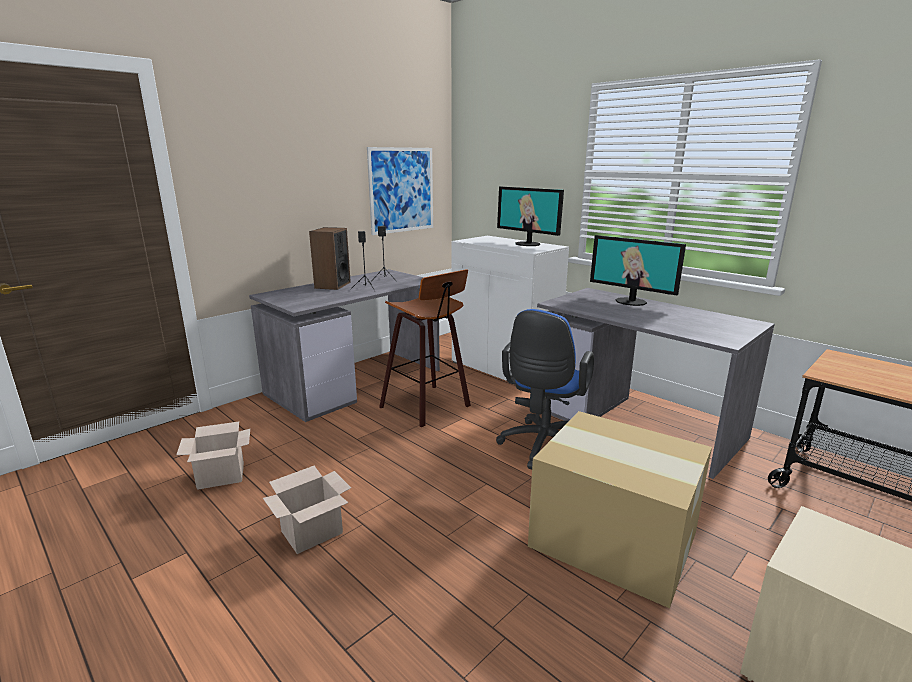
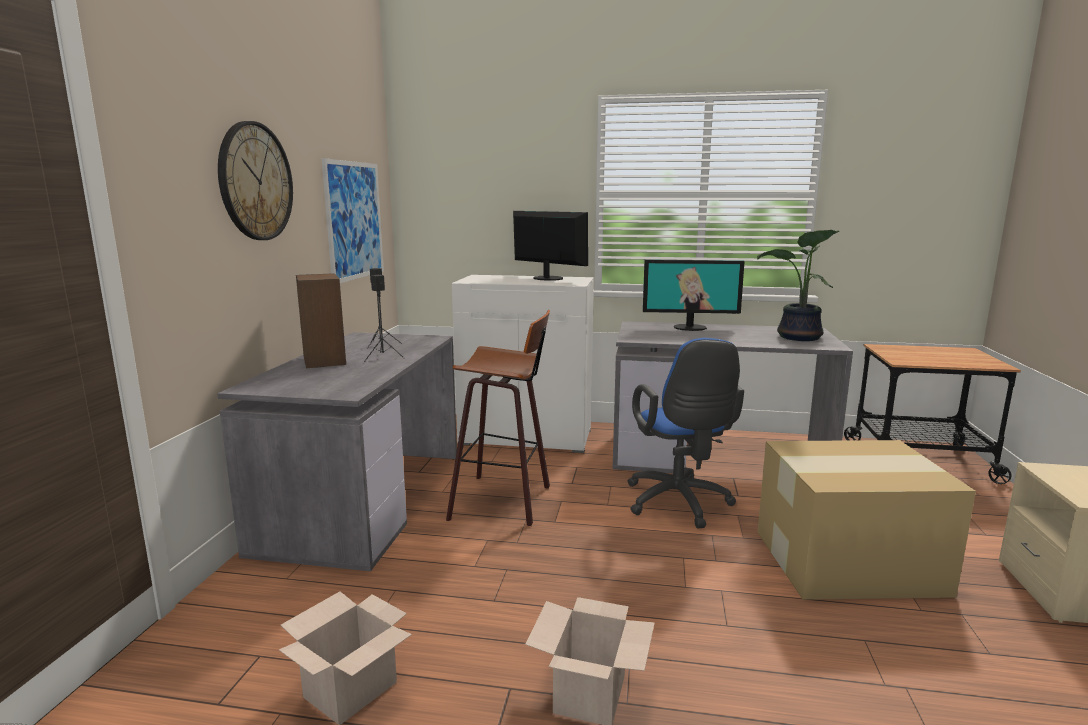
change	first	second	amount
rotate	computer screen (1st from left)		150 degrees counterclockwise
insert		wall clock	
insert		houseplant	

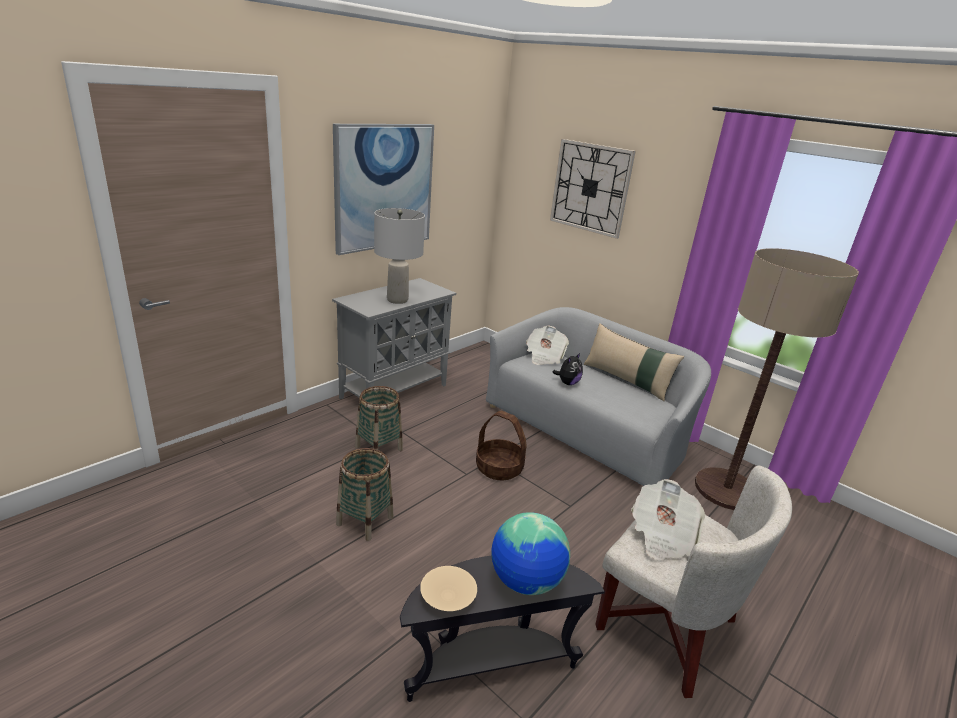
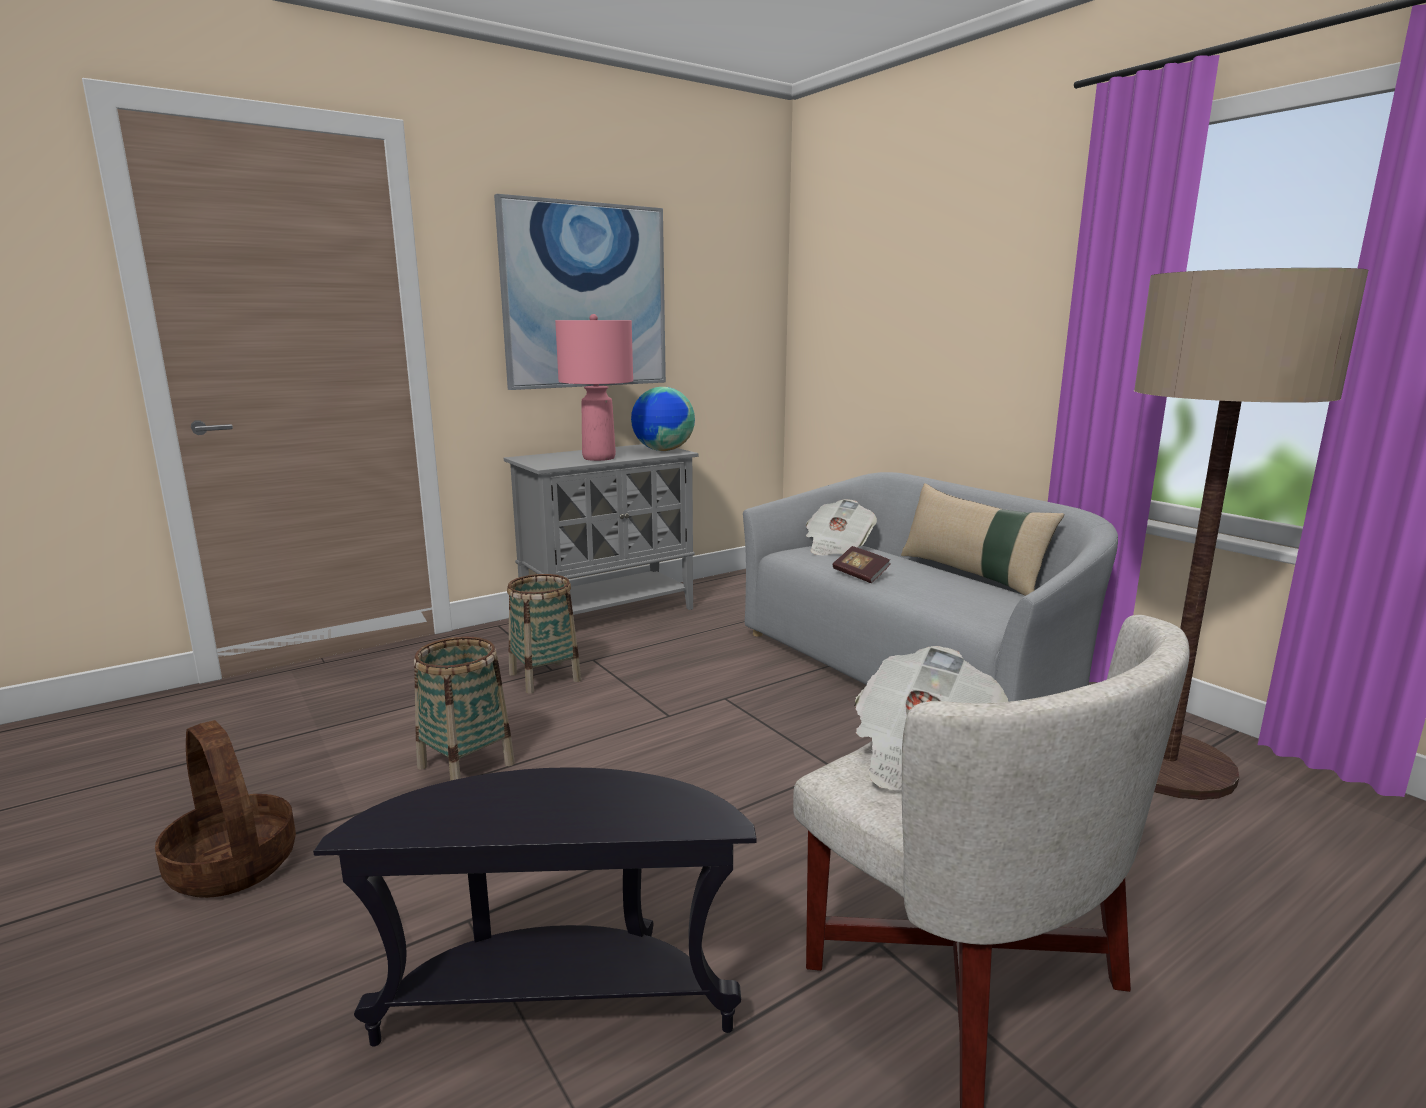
change	first	second	amount
recolor	greyish lamp for a table	pinkish lamp for a table	
delete	sand-coloured deep dish		
move	basket (3rd from left in the first image)	basket (1st from left)	
move	desk globe		
delete	wall clock		
replace	cuddly toy	bound book	

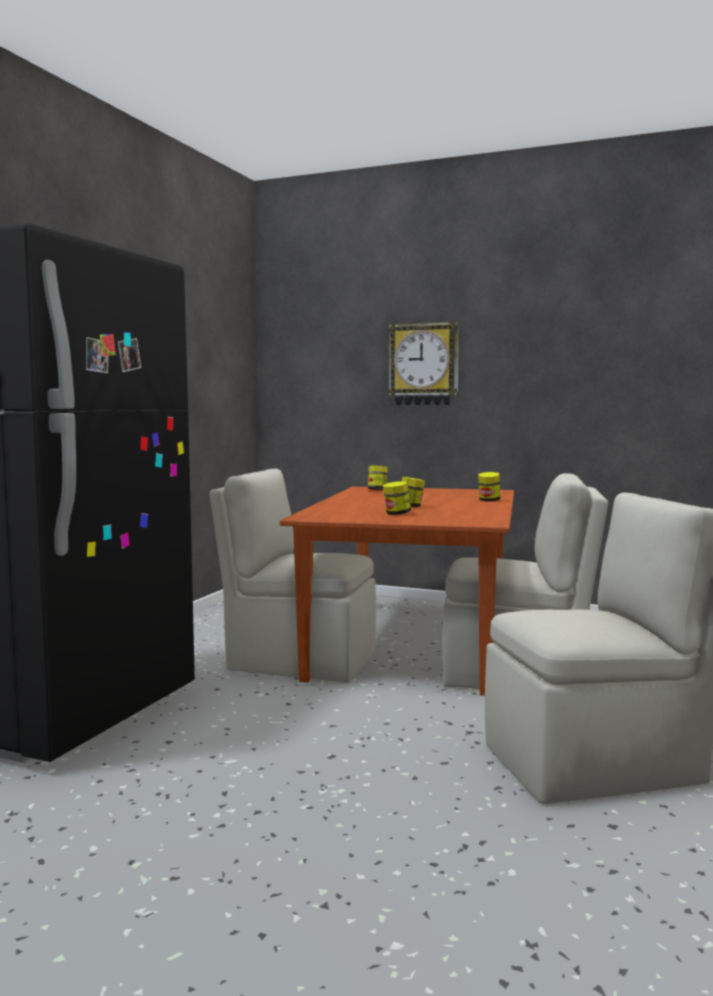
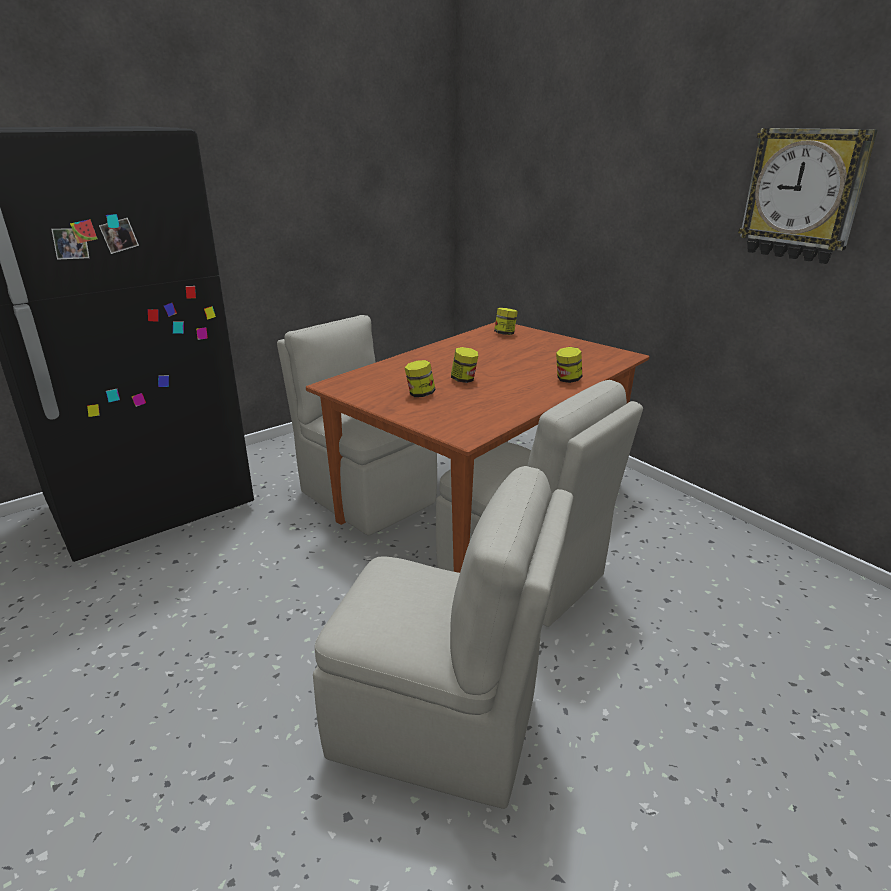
change	first	second	amount
move	wall clock		

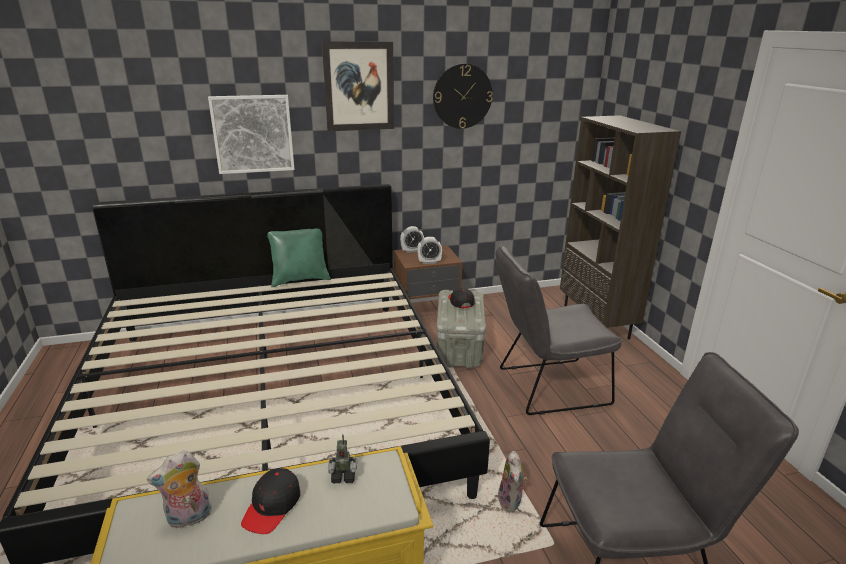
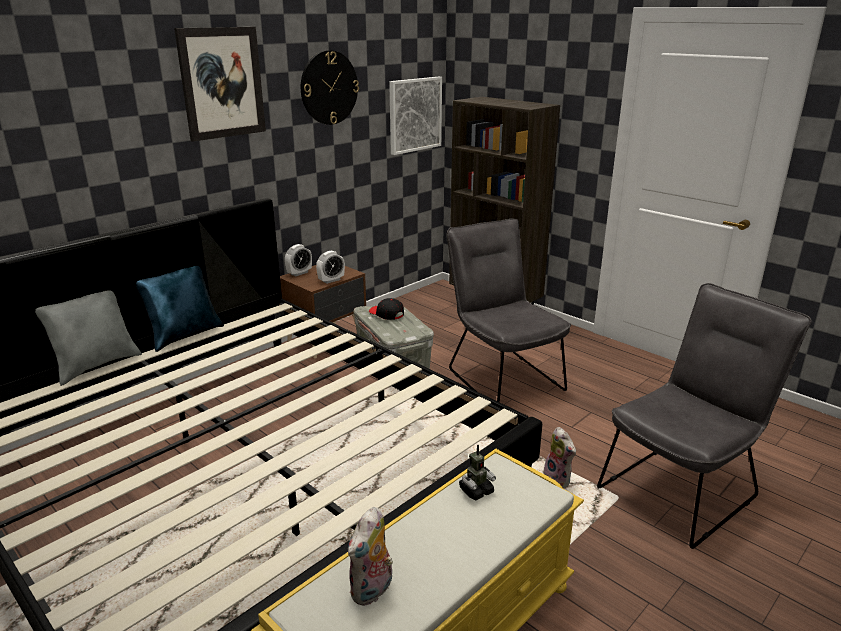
change	first	second	amount
move	wall picture (1st from left in the first image)	wall picture (2nd from left)	
delete	black cap (1st from left)		
recolor	greenish pillow	blue-coloured pillow	
rotate	greyish chair (1st from left)		105 degrees clockwise
insert		greyish pillow	

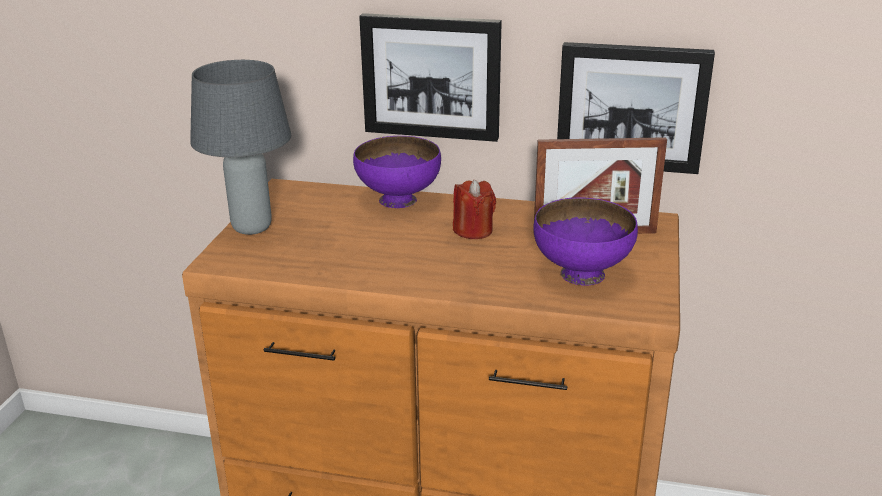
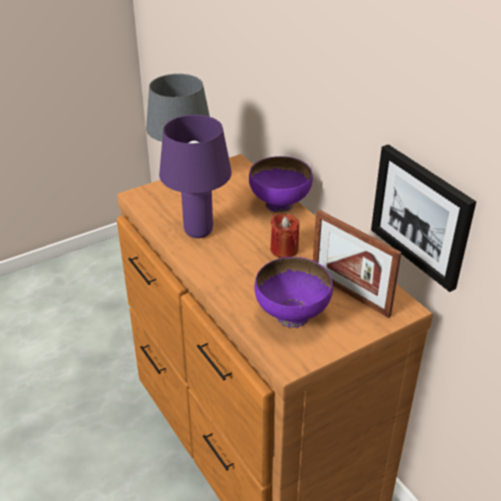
change	first	second	amount
delete	wall picture (1st from left)		
insert		purple-coloured lamp for a table	

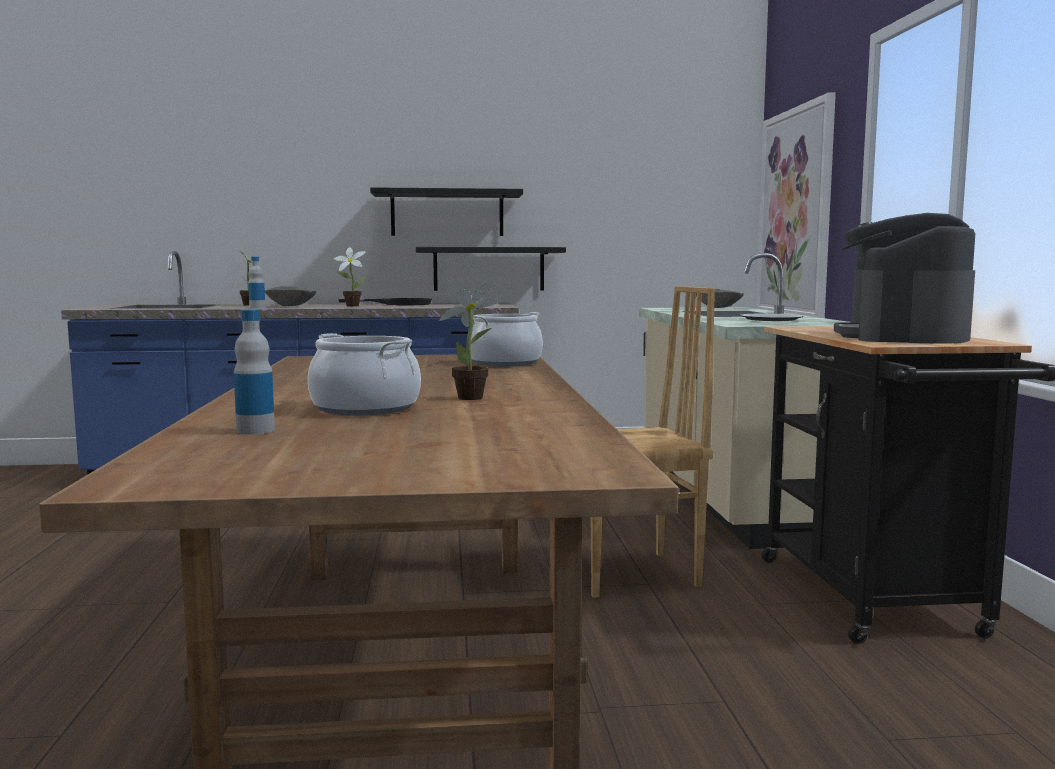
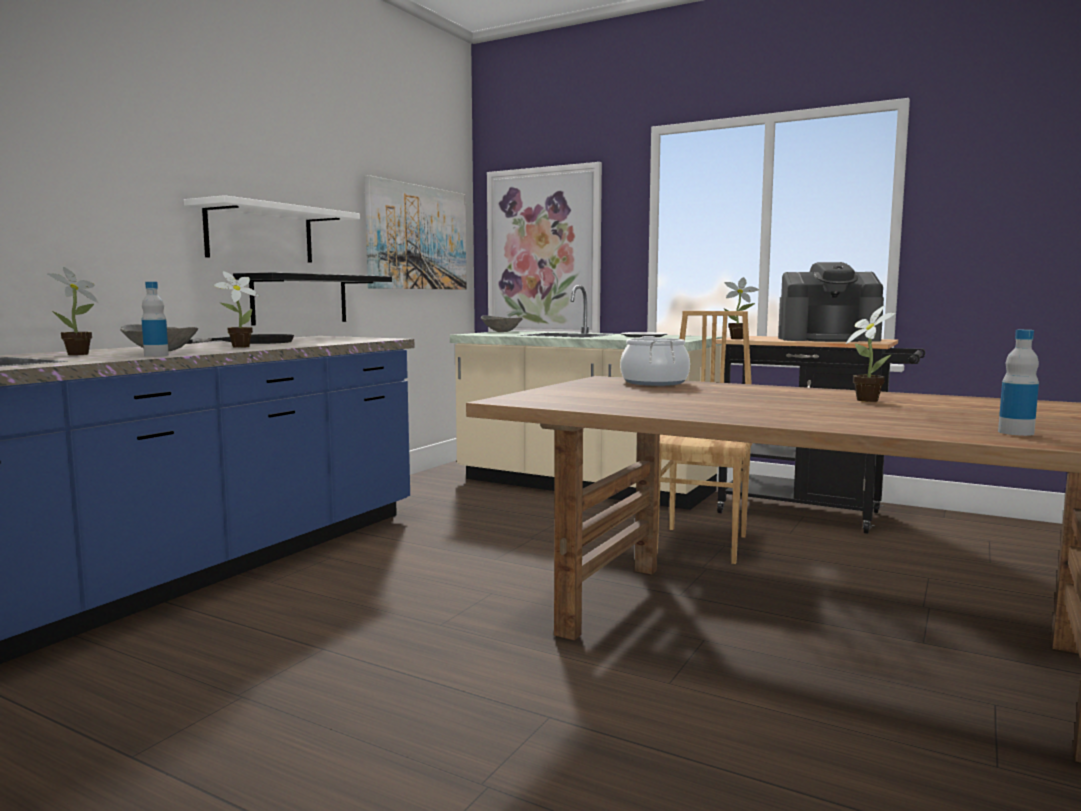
change	first	second	amount
delete	saucepot (1st from left)		
recolor	black shelf (1st from left)	whitish shelf	
rotate	coffee maker		45 degrees counterclockwise
insert		wall picture (1st from left)	
insert		houseplant (3rd from left)	

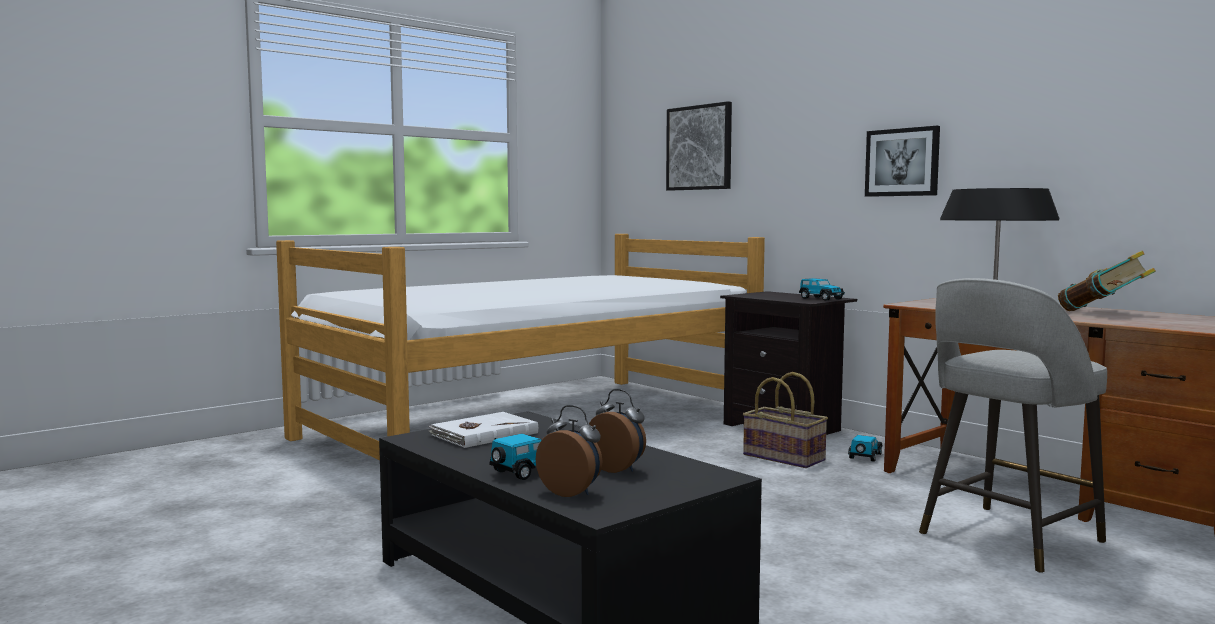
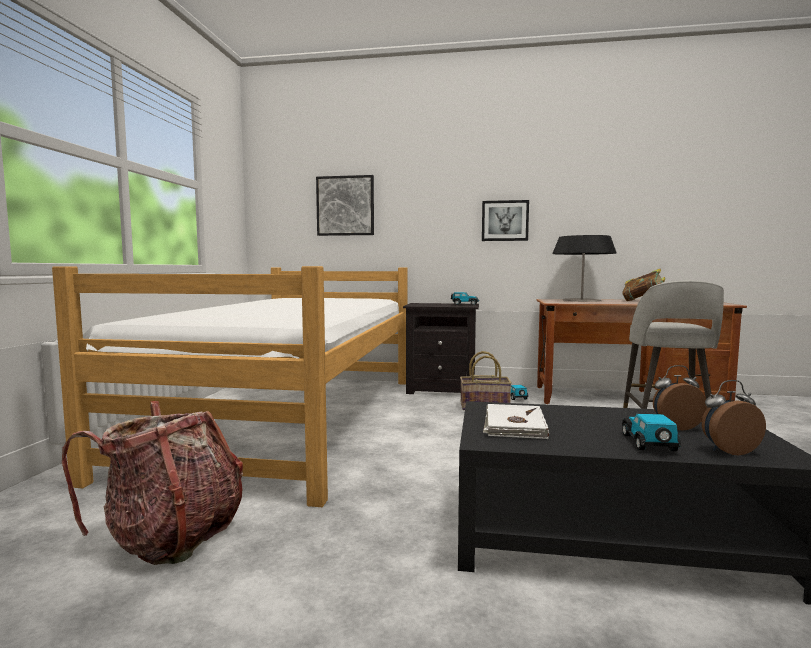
change	first	second	amount
insert		knapsack	

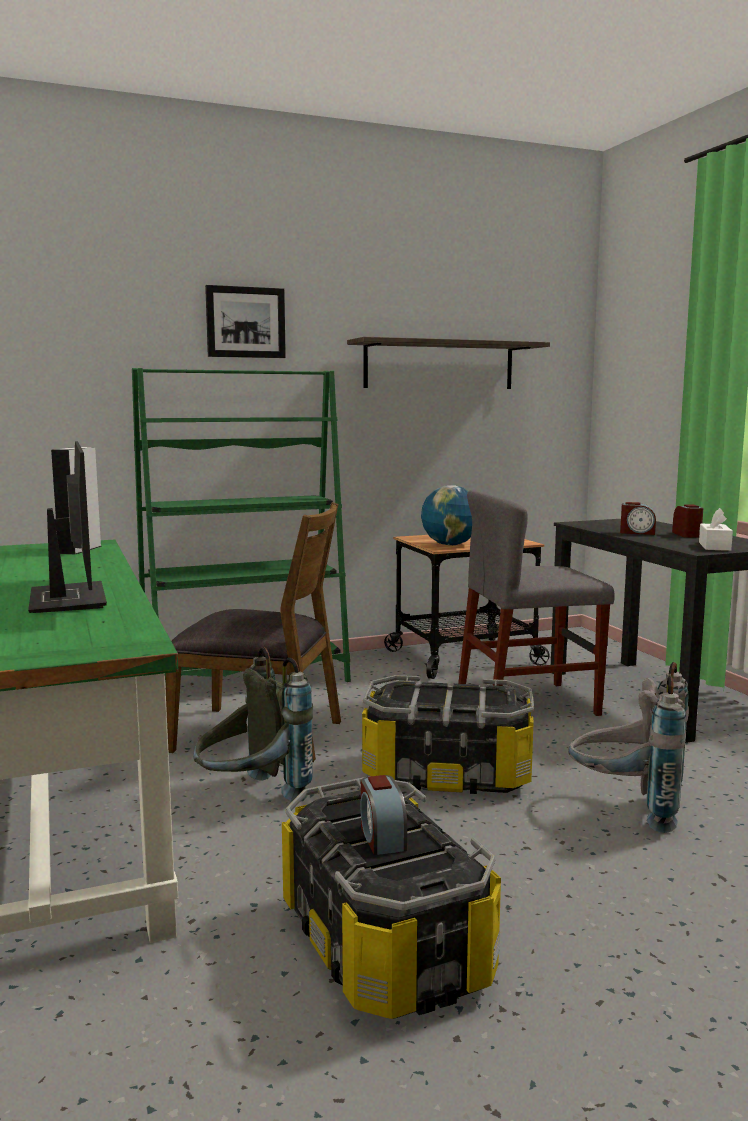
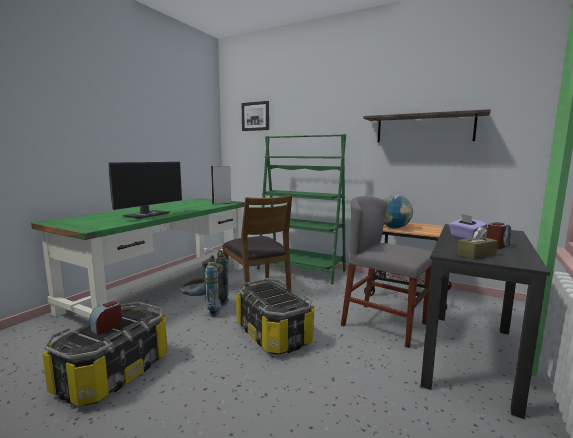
change	first	second	amount
move	wall picture		
delete	greyish knapsack (2nd from left)		
replace	table clock (2nd from left)	purple-coloured tissue holder	
recolor	whitish tissue holder	brownish tissue holder	

